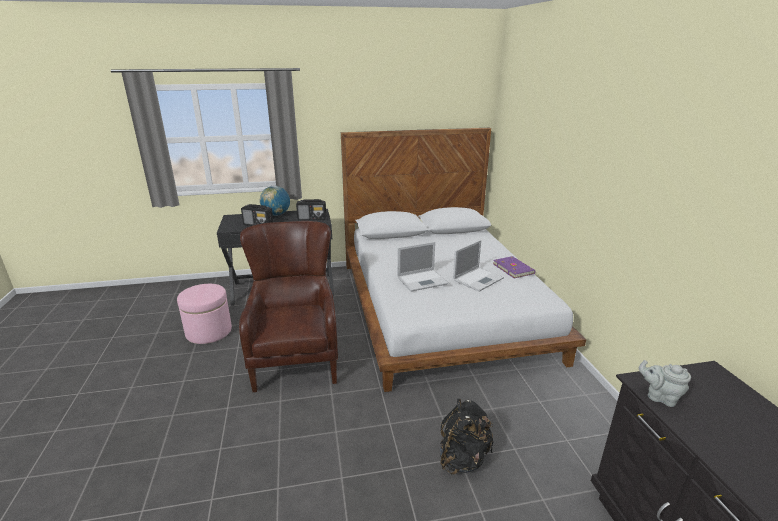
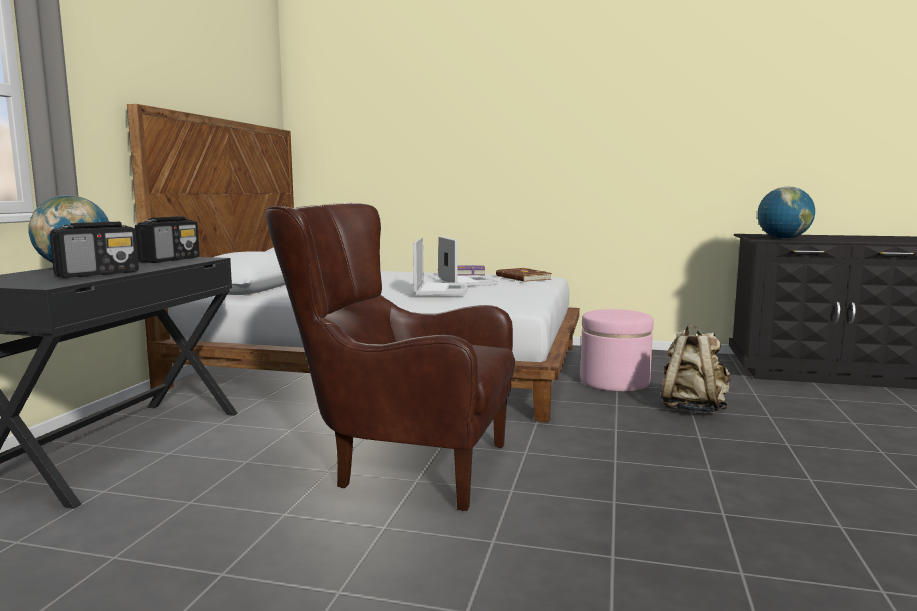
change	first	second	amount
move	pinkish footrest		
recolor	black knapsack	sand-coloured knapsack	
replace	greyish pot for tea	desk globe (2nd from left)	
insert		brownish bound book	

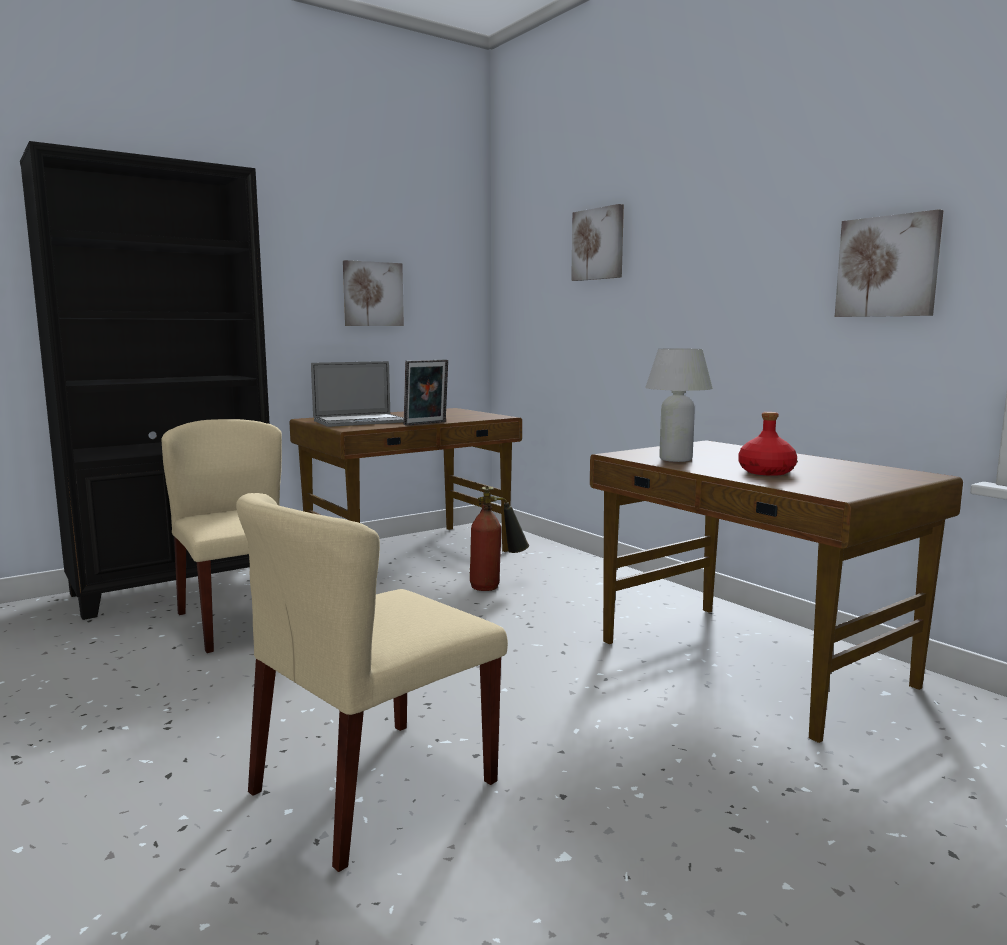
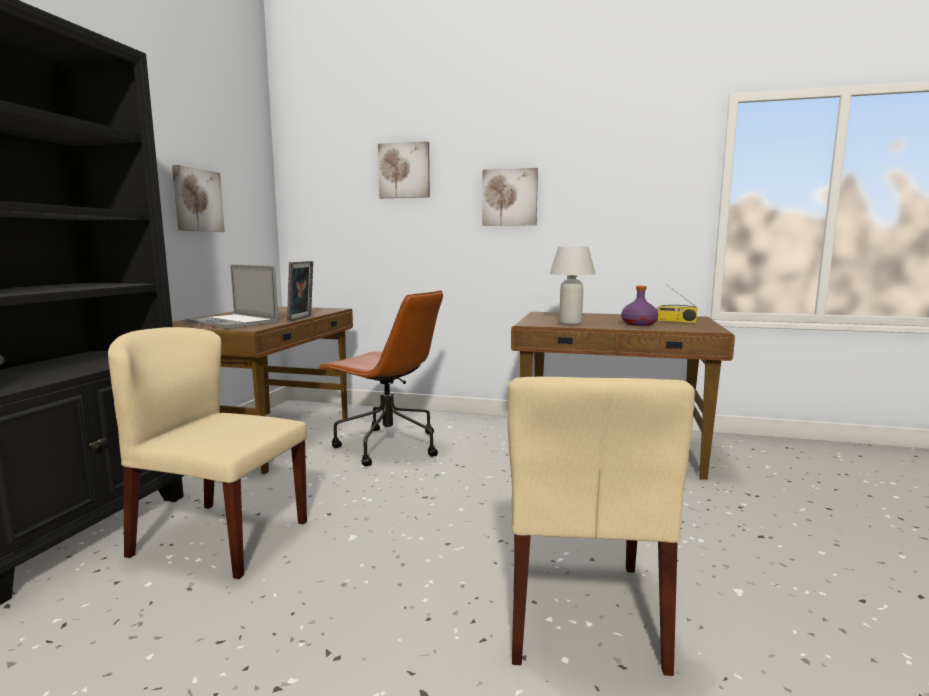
change	first	second	amount
rotate	notebook computer		105 degrees clockwise
replace	extinguisher	brownish office chair	
recolor	reddish beverage bottle	purple-coloured beverage bottle	
move	wall picture (3rd from left)		
insert		radio set	

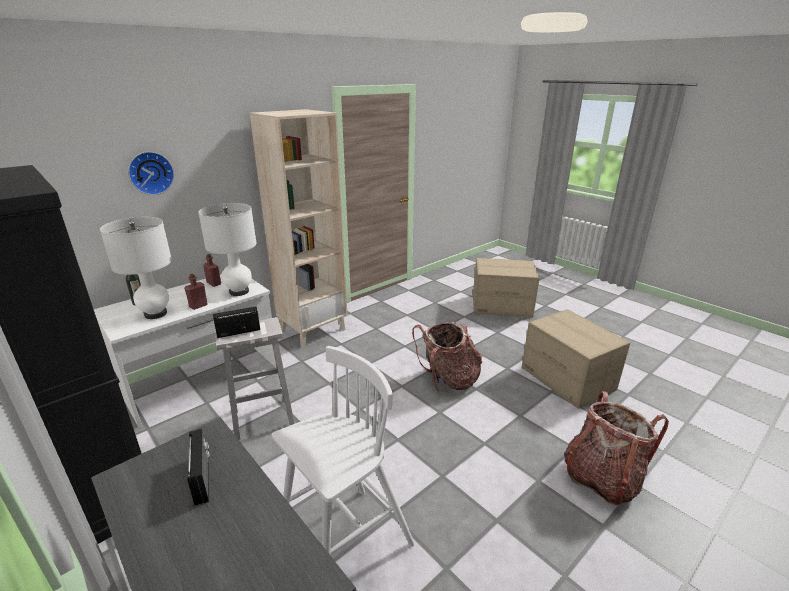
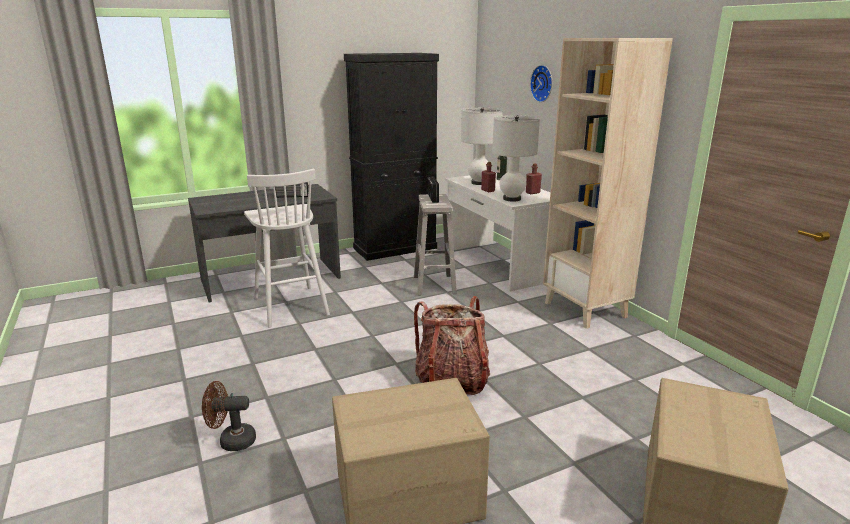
change	first	second	amount
replace	knapsack (2nd from left)	brownish fan	

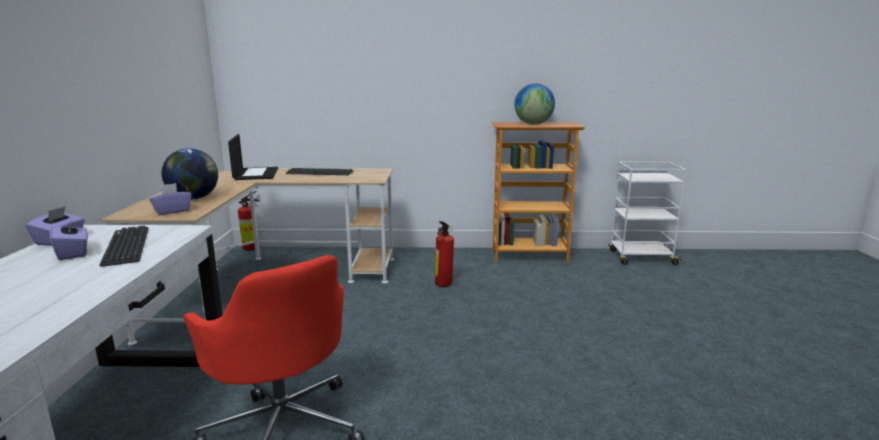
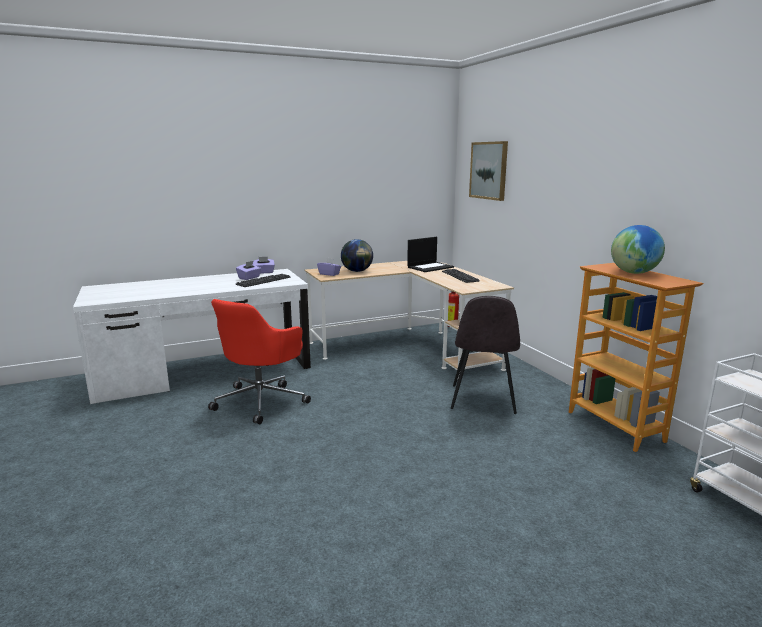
change	first	second	amount
replace	extinguisher (2nd from left)	greyish chair	
insert		wall picture	

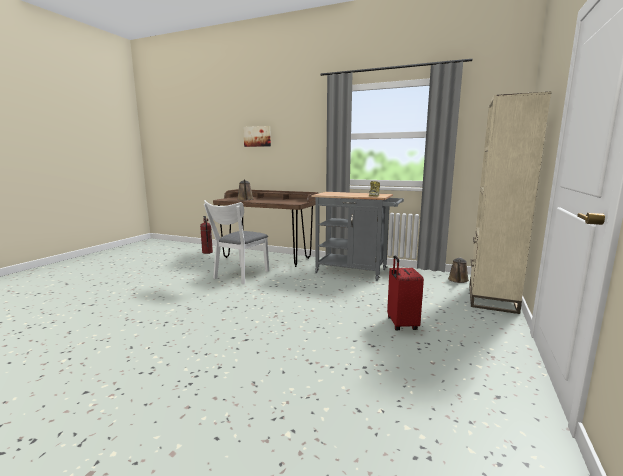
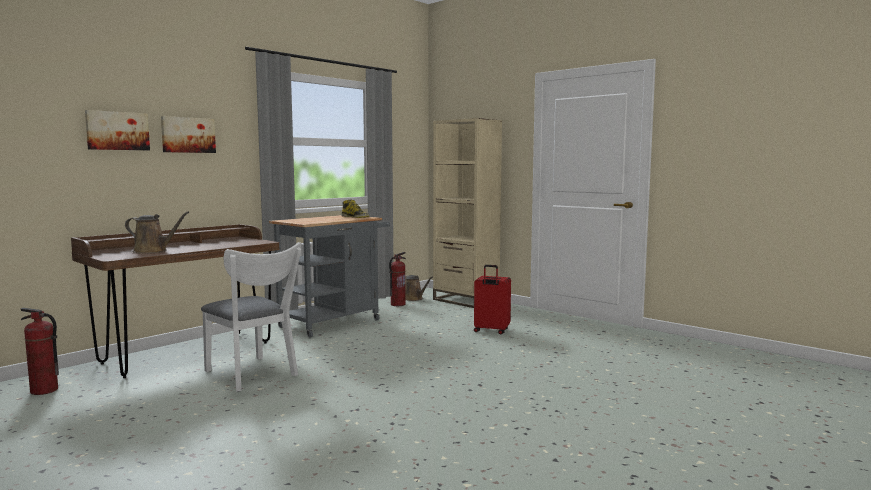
change	first	second	amount
insert		wall picture (2nd from left)	
insert		extinguisher (2nd from left)	

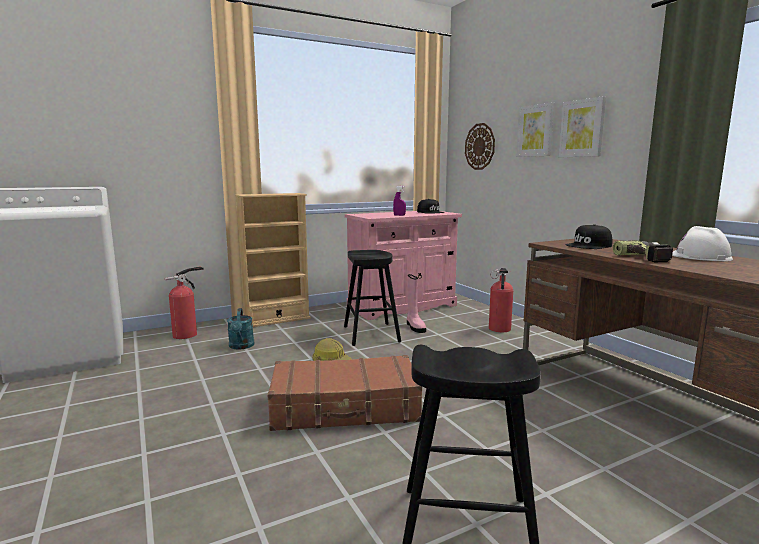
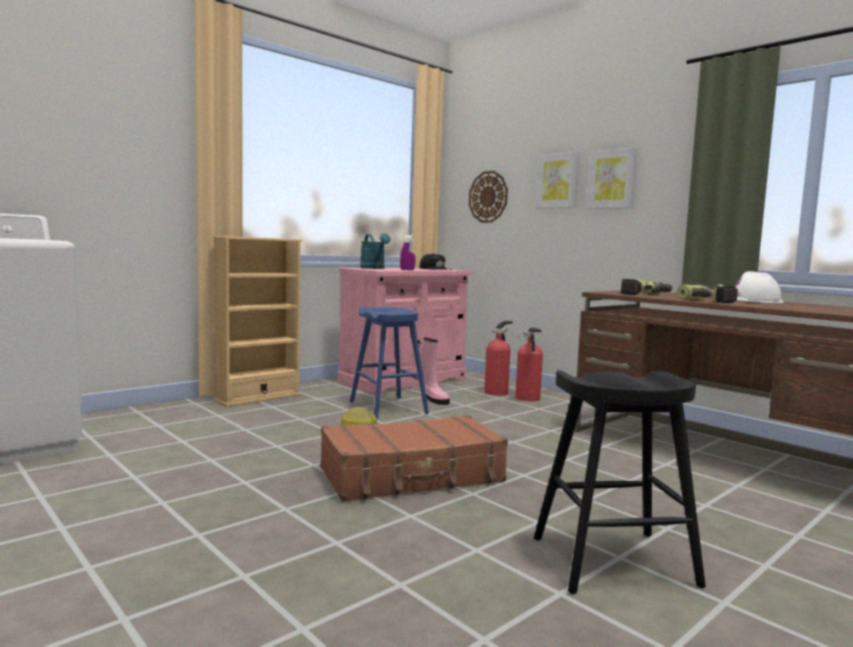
change	first	second	amount
move	extinguisher (1st from left)		
move	turquoise-coloured sprinkling can		
recolor	black sitting stool (1st from left)	blue-coloured sitting stool	
replace	black cap (2nd from left)	electric drill (1st from left)	

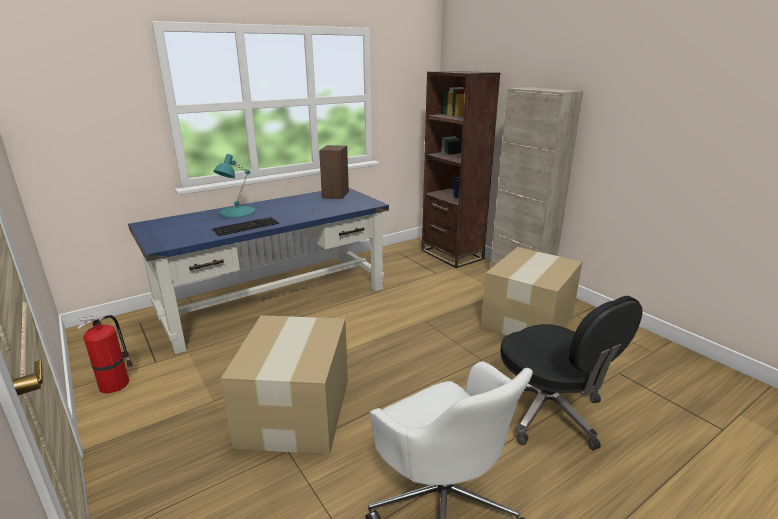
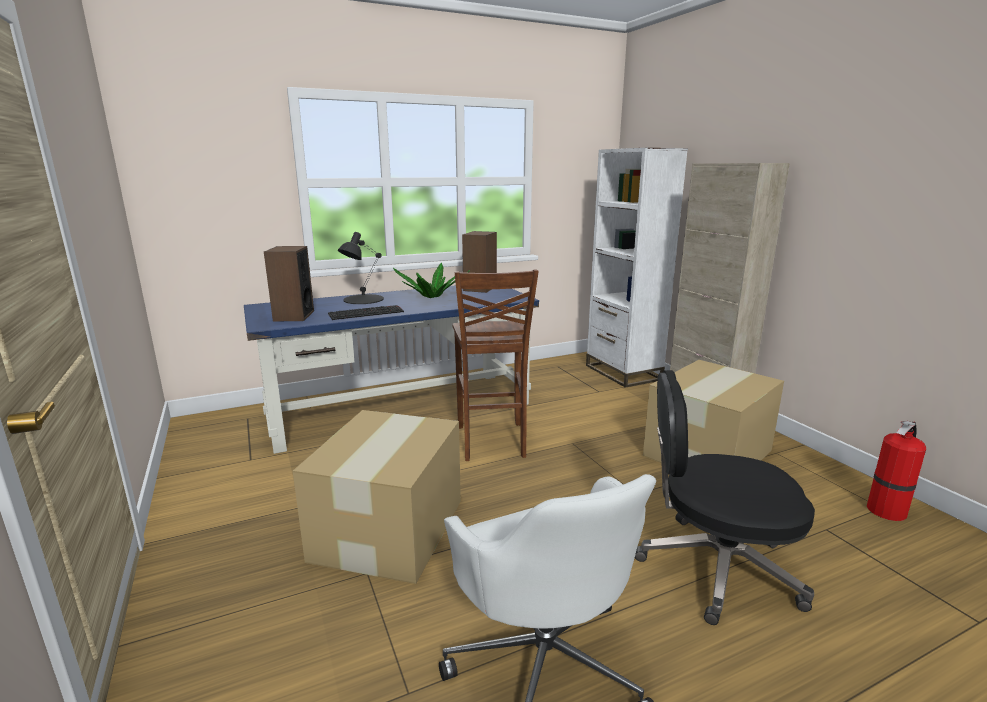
change	first	second	amount
move	extinguisher		
recolor	turquoise-coloured lamp for a table	black lamp for a table	
recolor	brownish bookshelf	whitish bookshelf	
rotate	black office chair		120 degrees clockwise
insert		loudspeaker (1st from left)	
insert		houseplant	
insert		brownish sitting stool	

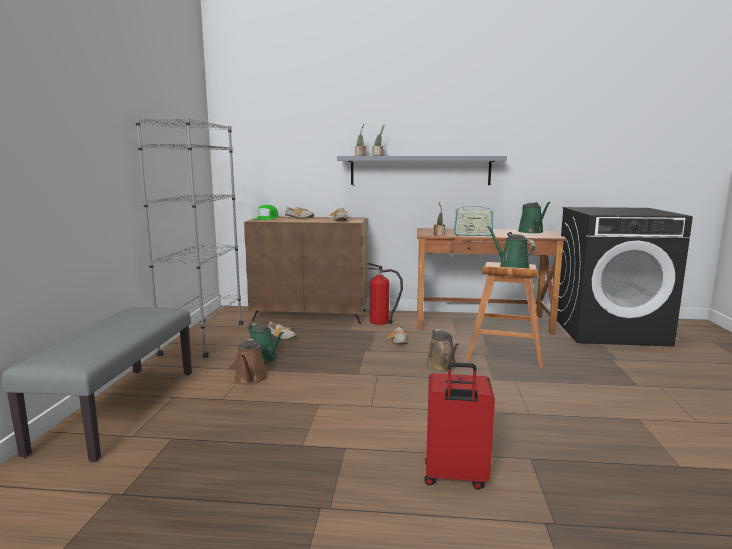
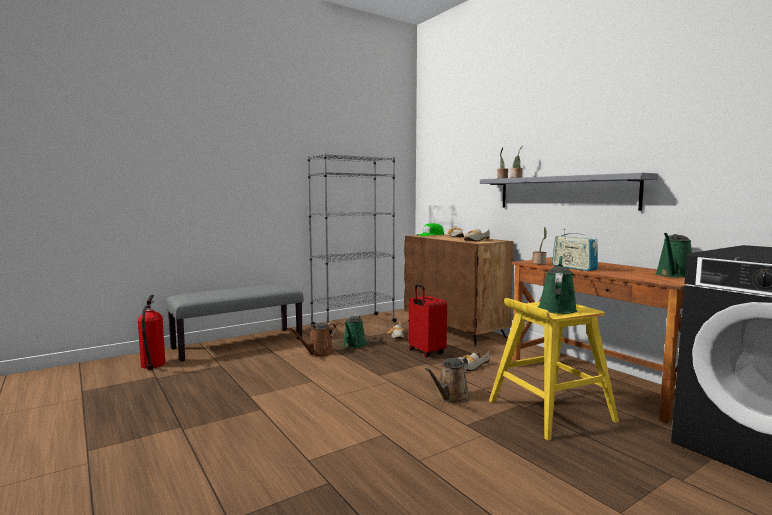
change	first	second	amount
move	extinguisher		
move	reddish travel case		
recolor	brownish sitting stool	yellow-coloured sitting stool	

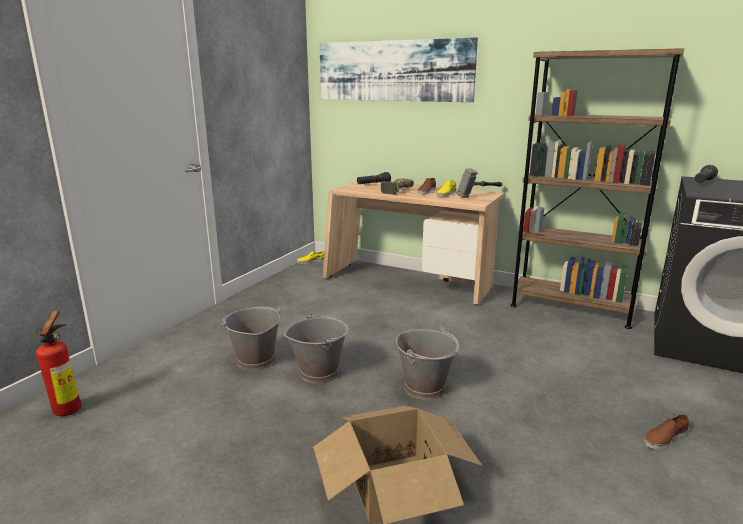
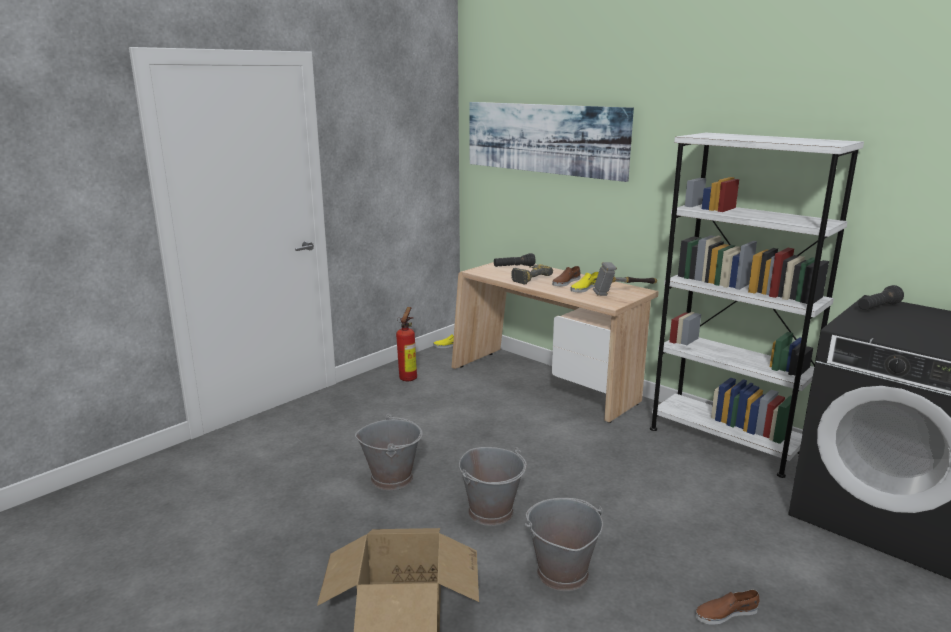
change	first	second	amount
move	extinguisher		
move	greyish bucket (1st from left in the first image)	greyish bucket (3rd from left)	
recolor	brownish bookshelf	whitish bookshelf	

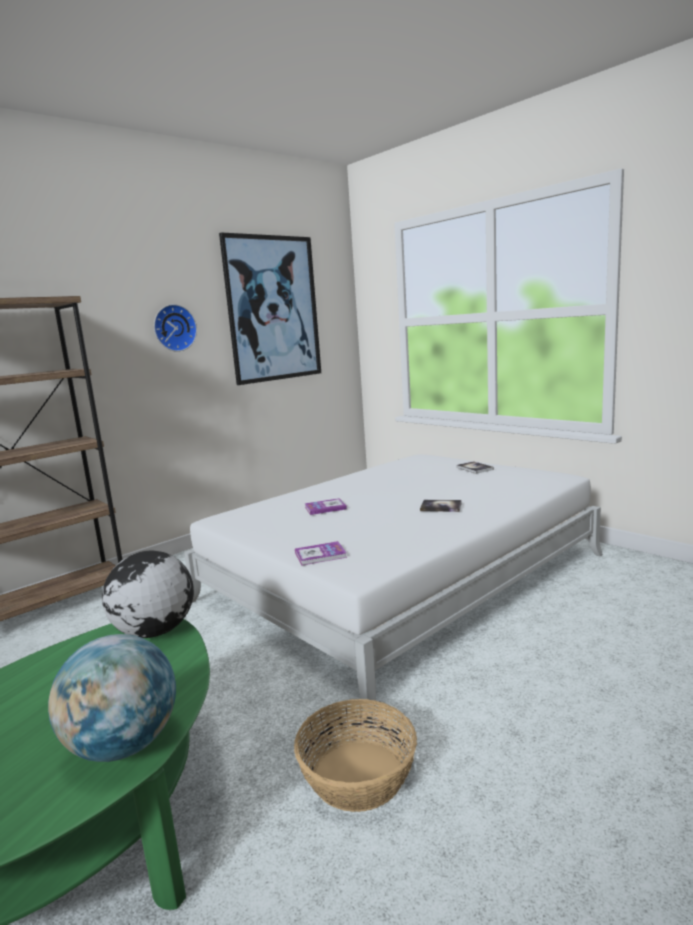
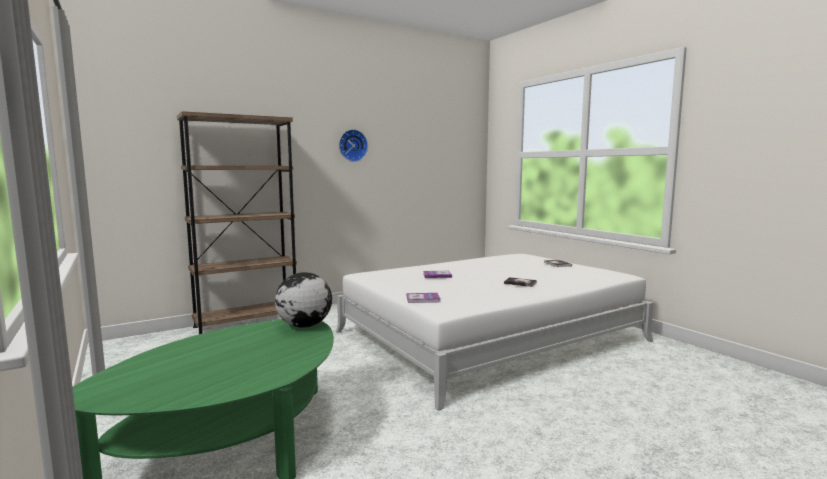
change	first	second	amount
delete	desk globe (1st from left)		
delete	wall picture		
delete	basket		

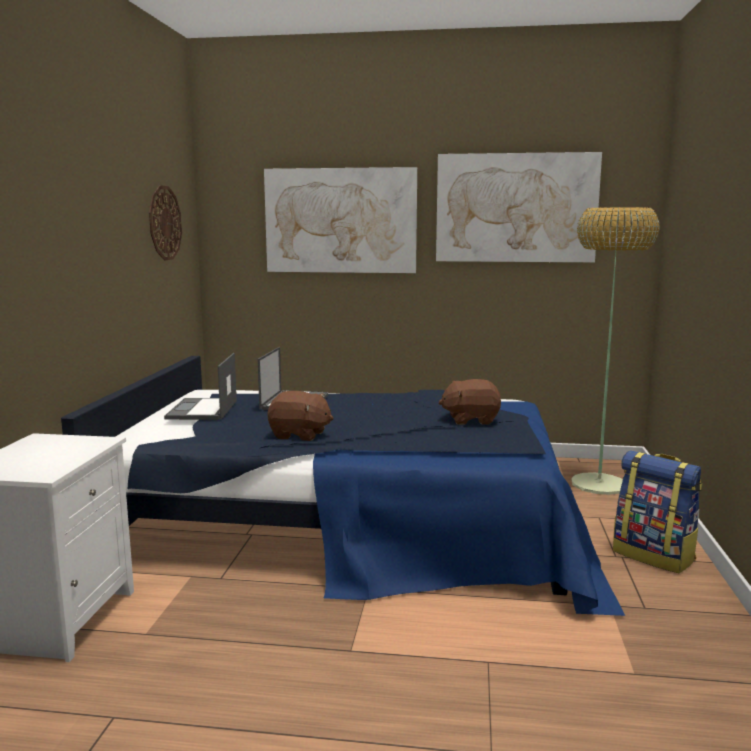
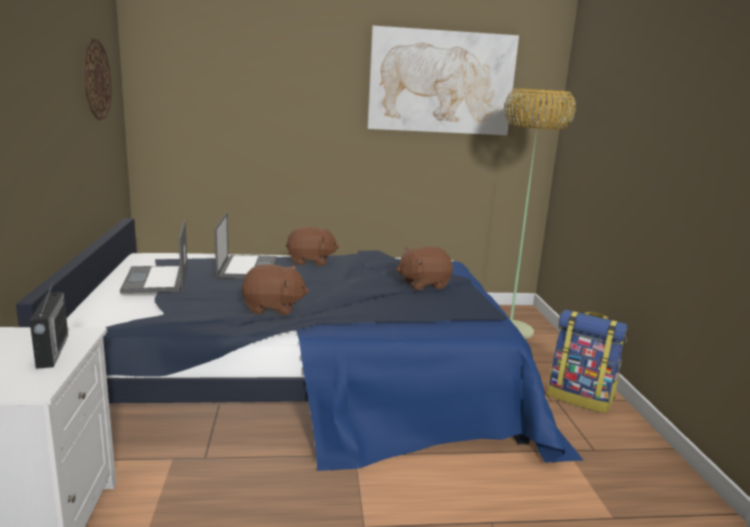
change	first	second	amount
delete	wall picture (1st from left)		
insert		radio set	
insert		brownish cuddly toy (2nd from left)	

